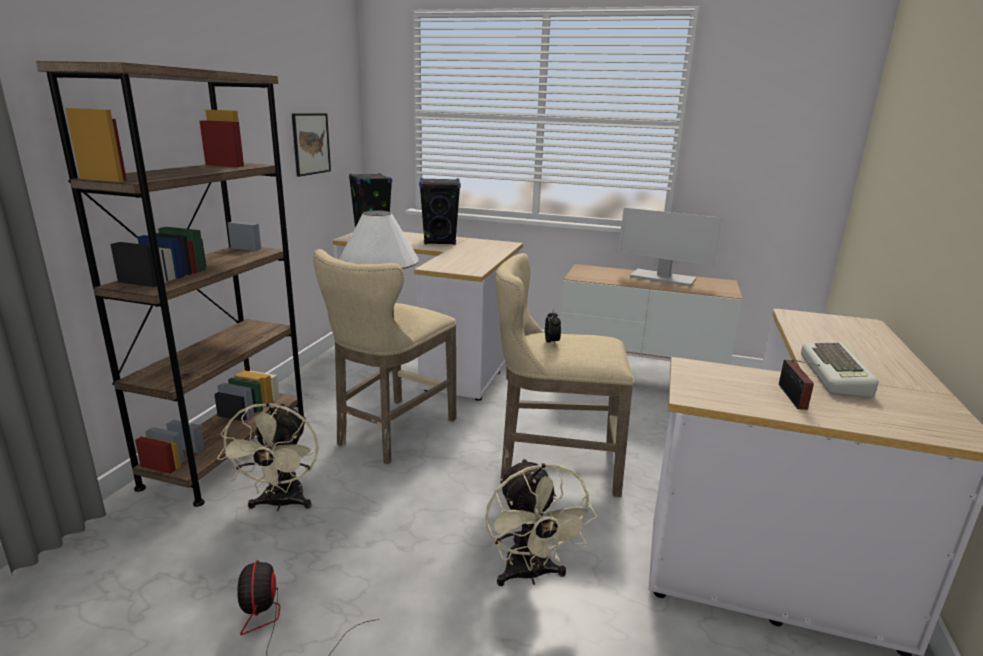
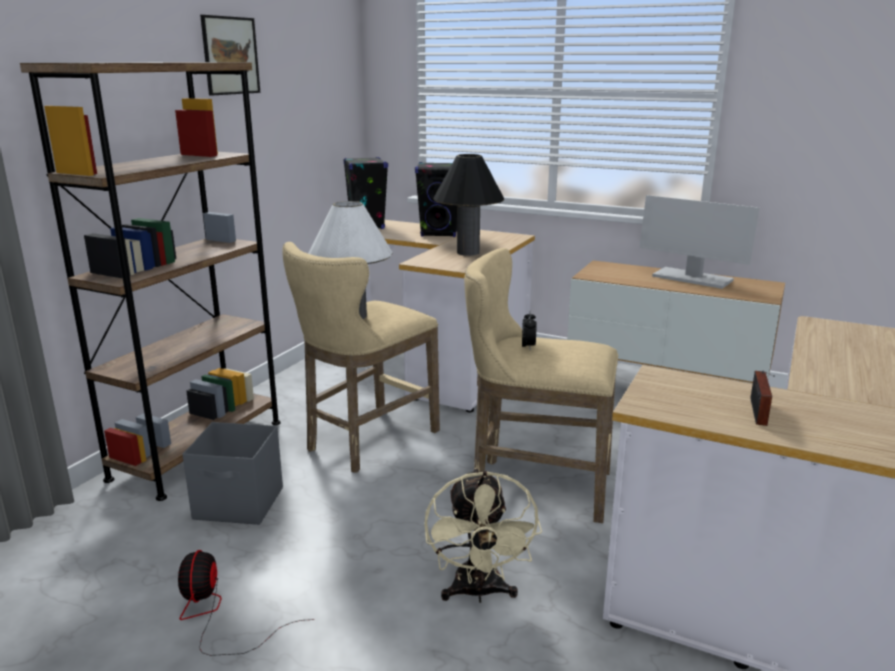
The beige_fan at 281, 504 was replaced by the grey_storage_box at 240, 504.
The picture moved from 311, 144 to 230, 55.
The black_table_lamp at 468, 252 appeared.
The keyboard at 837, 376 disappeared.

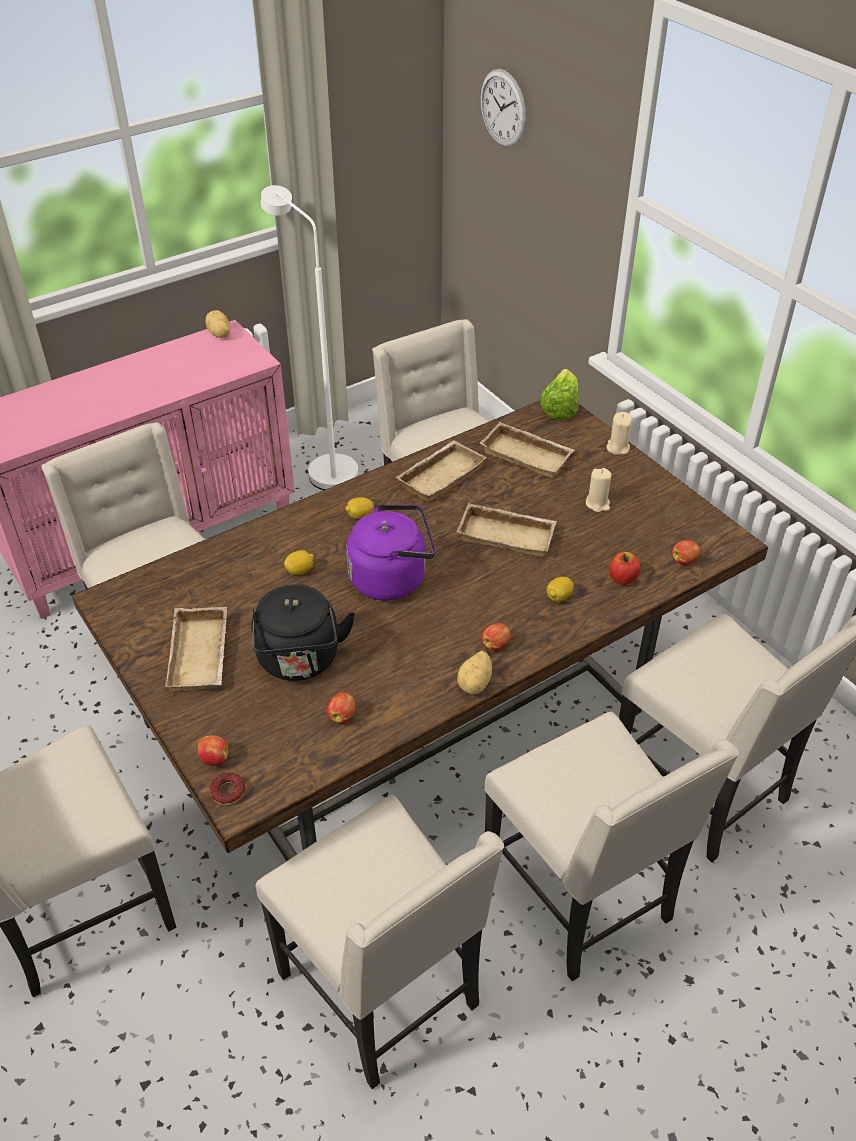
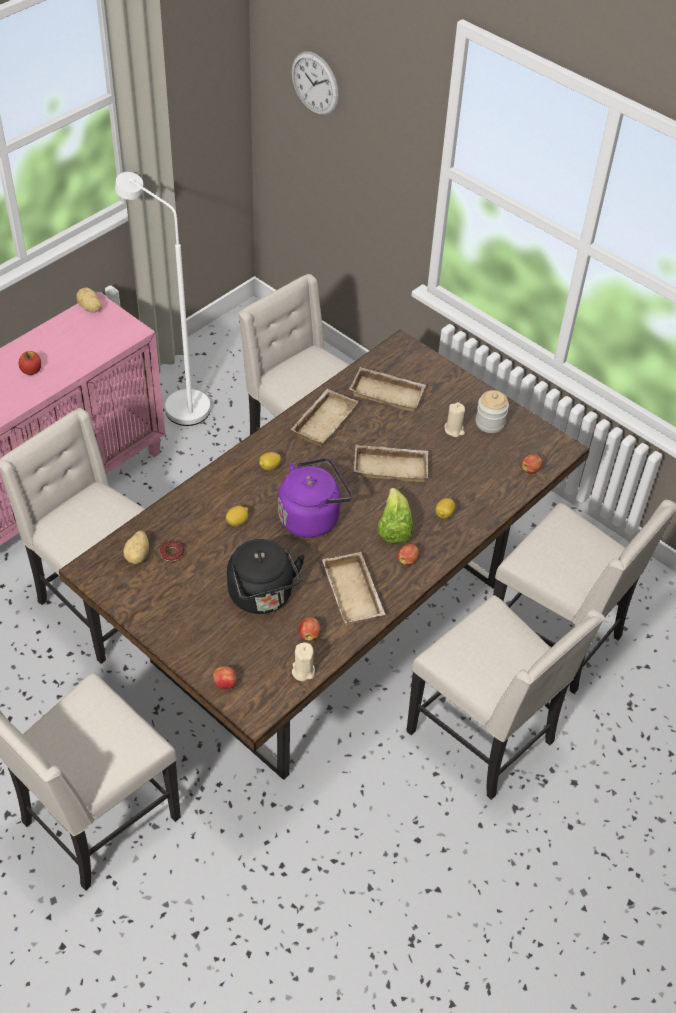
The apple moved from 623, 578 to 31, 370.
The potato moved from 476, 683 to 138, 555.
The donut moved from 228, 791 to 172, 553.
The beige_candle moved from 617, 447 to 303, 671.
The beige_tray moved from 202, 655 to 355, 593.
The lettuce moved from 560, 408 to 394, 528.
The jar at 490, 423 appeared.
The beige_chair at 384, 991 disappeared.

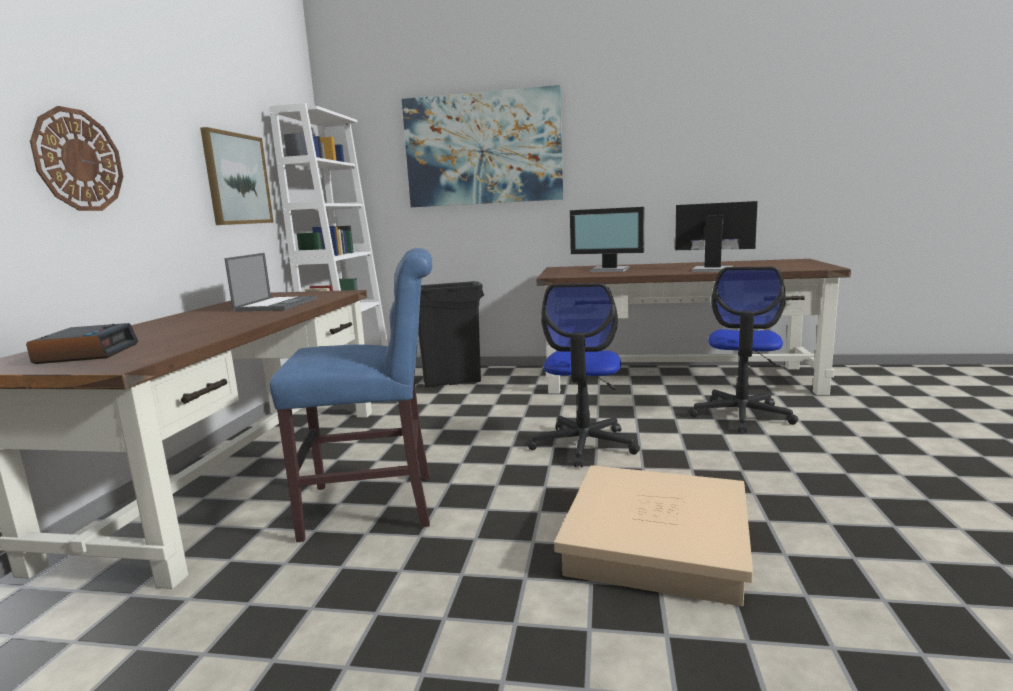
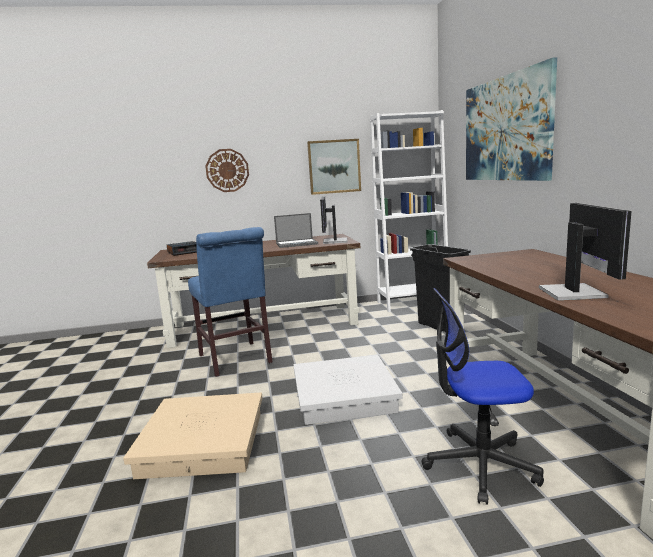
The office_chair at 583, 445 was replaced by the white_storage_box at 344, 396.
The monitor moved from 610, 270 to 333, 241.

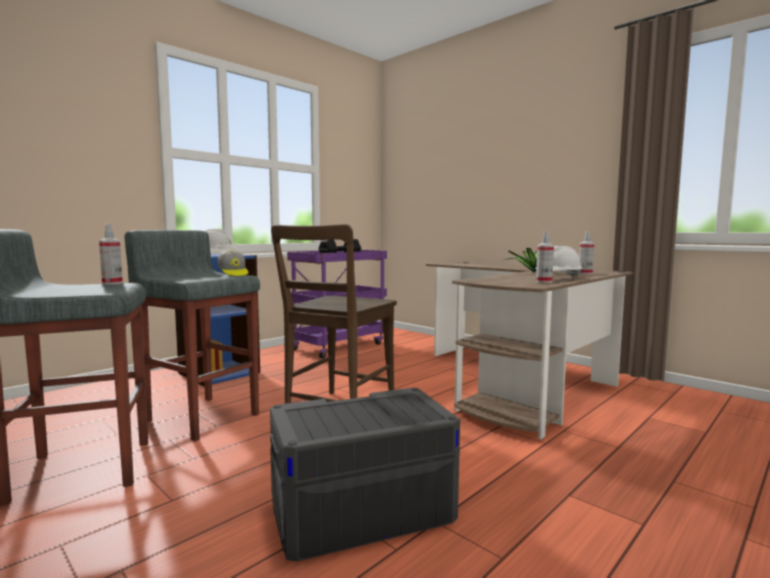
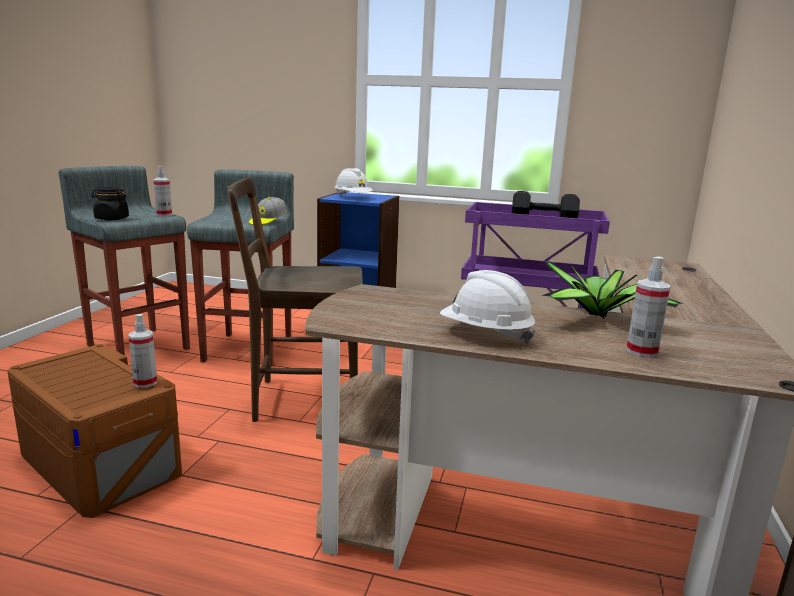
The grey_storage_box at 362, 510 became the brown_storage_box at 100, 463.
The black_jar at 111, 219 appeared.
The spray_bottle moved from 544, 282 to 145, 382.

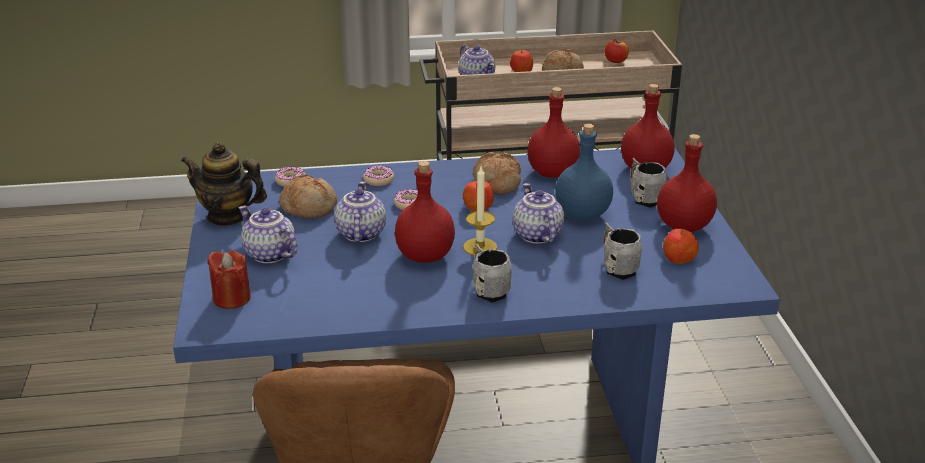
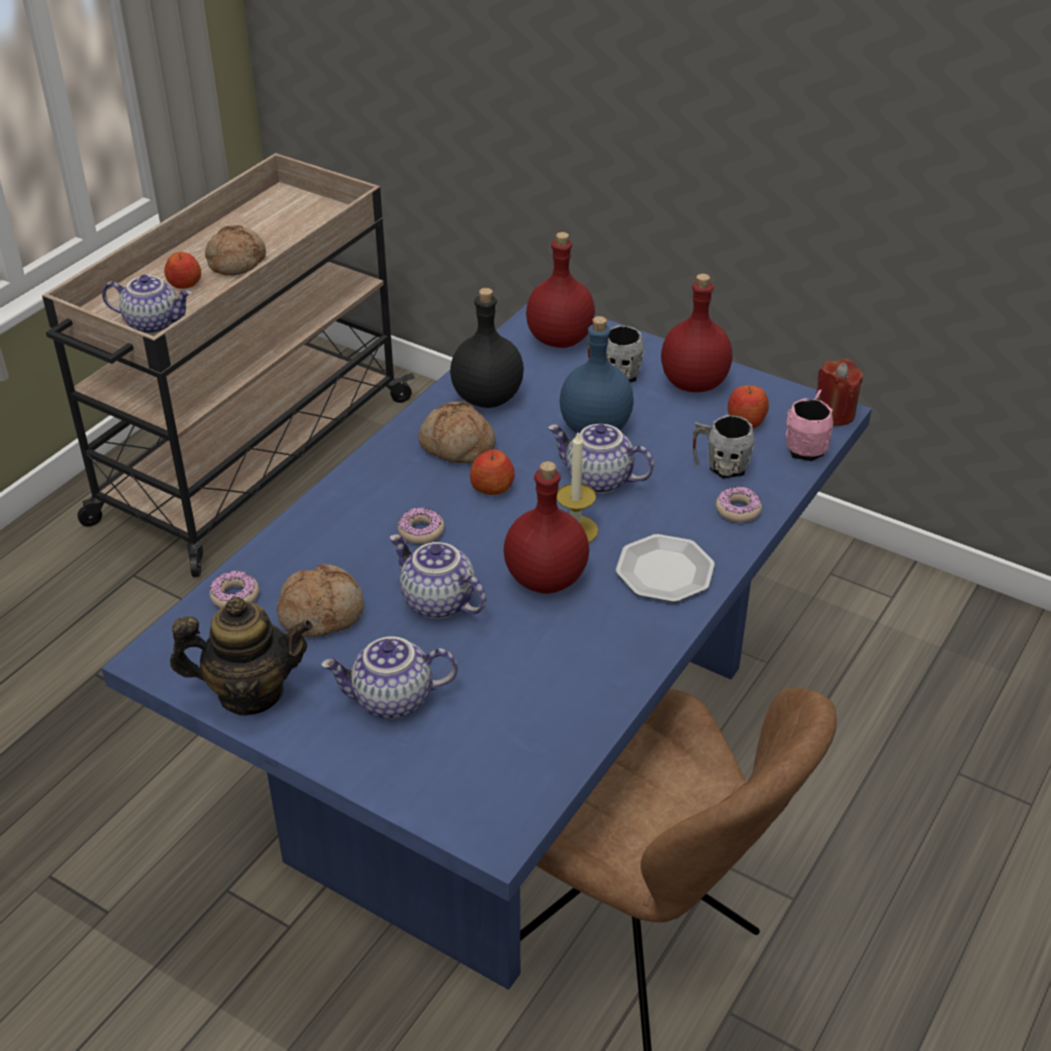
The teapot at 228, 216 turned 150 degrees counterclockwise.
The red_bottle at 552, 173 became the black_bottle at 488, 398.
The grey_mug at 488, 290 was replaced by the plate at 665, 571.
The donut moved from 378, 180 to 738, 510.
The pink_mug at 807, 446 appeared.
The red_candle moved from 231, 298 to 833, 413.
The apple at 616, 61 disappeared.

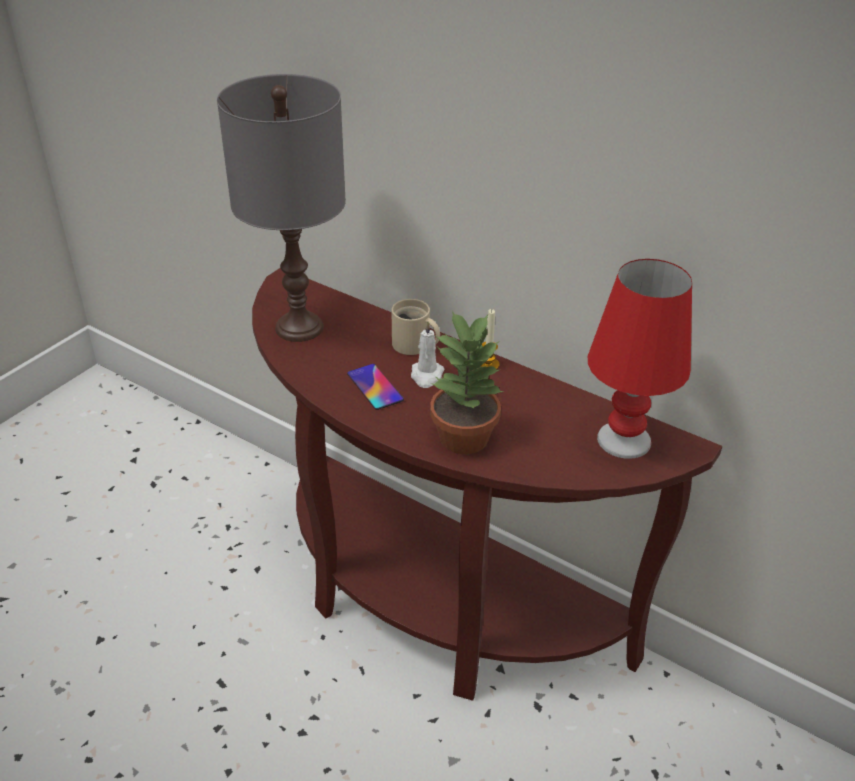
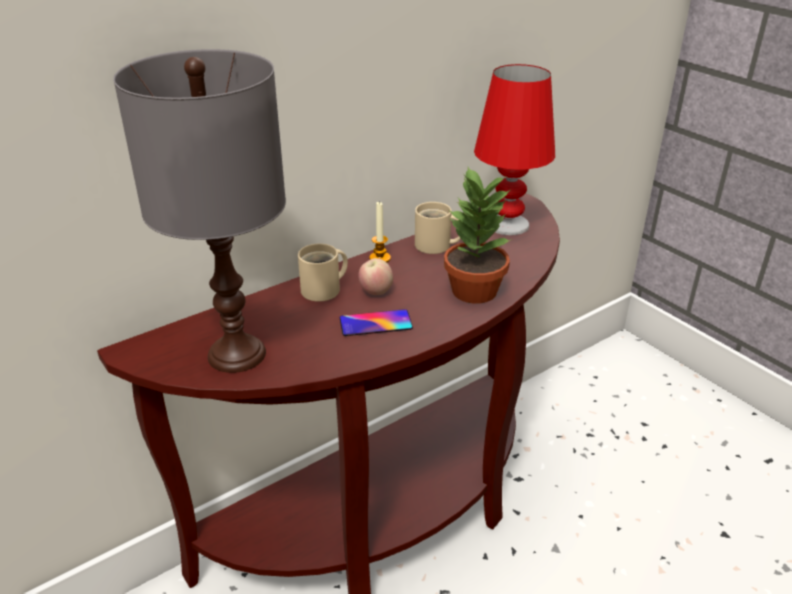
The white_candle at 426, 376 was replaced by the apple at 376, 292.
The beige_mug at 436, 246 appeared.

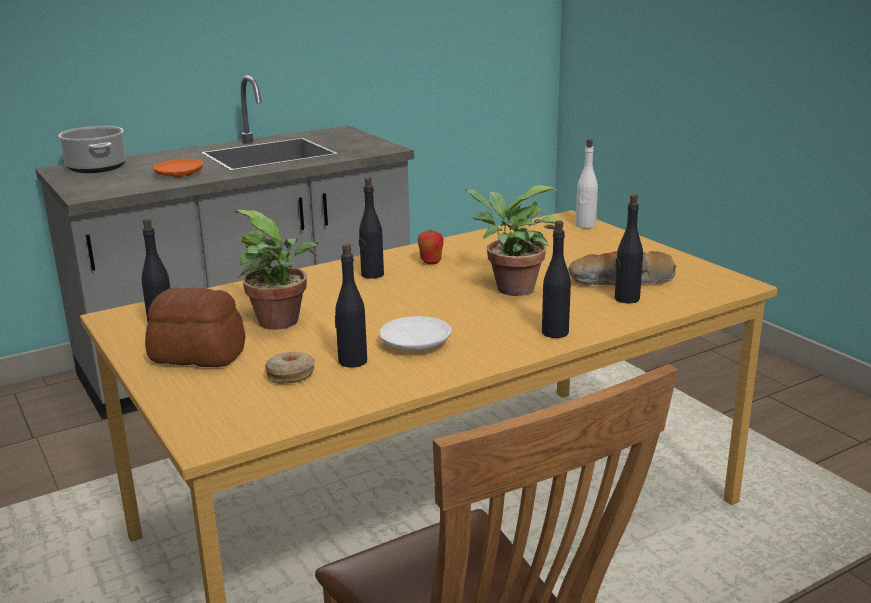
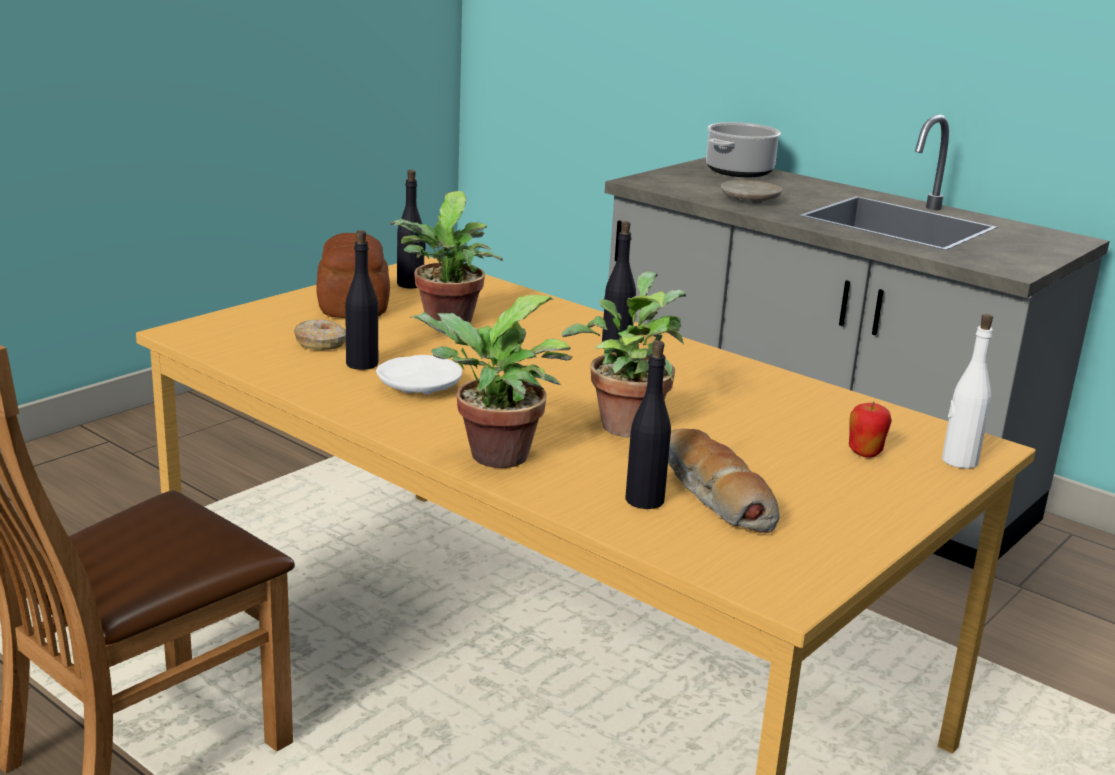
The black_bottle at 555, 332 was replaced by the potted_plant at 491, 457.
The orange_plate at 178, 175 became the beige_plate at 749, 200.
The apple moved from 431, 262 to 865, 453.

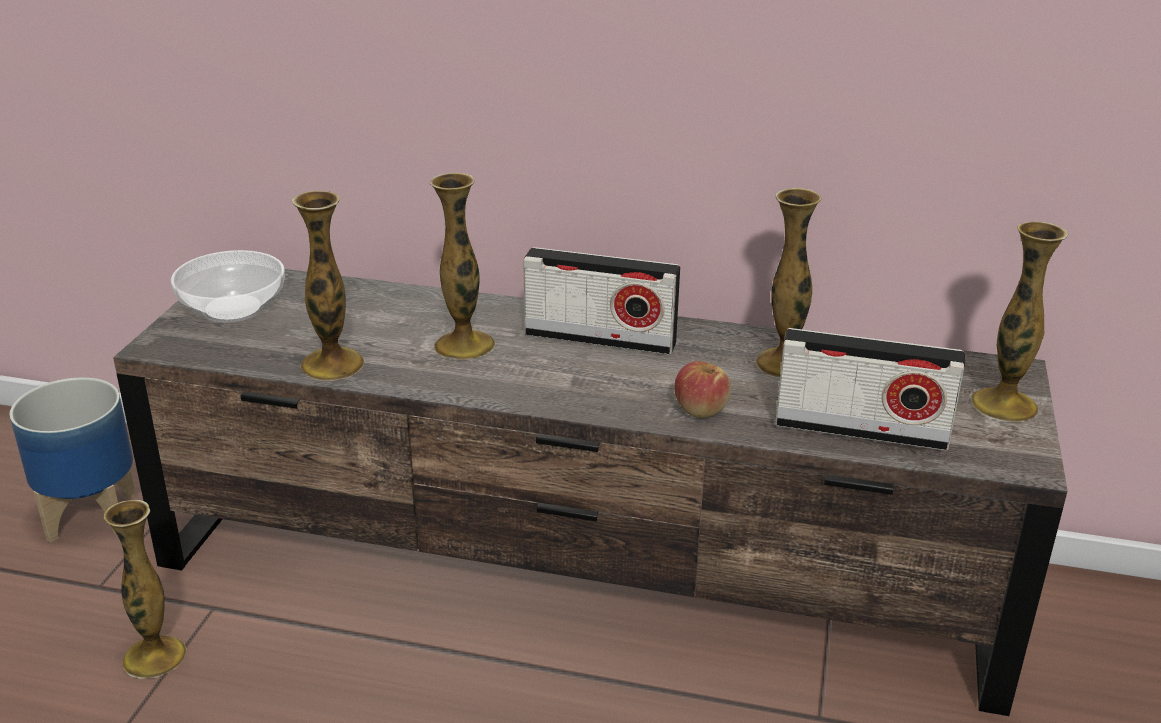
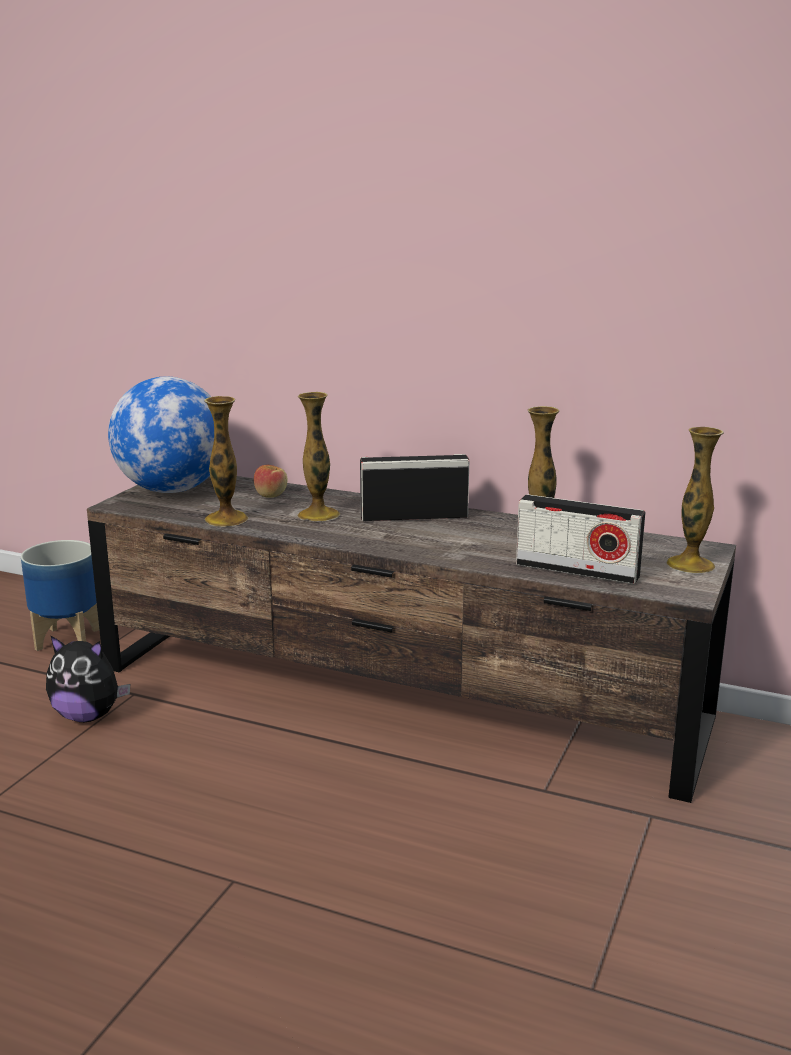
The vase at 154, 657 was replaced by the plush_toy at 88, 716.
The bowl at 234, 309 was replaced by the globe at 172, 490.
The apple moved from 700, 409 to 271, 494.
The radio at 600, 338 turned 150 degrees clockwise.

